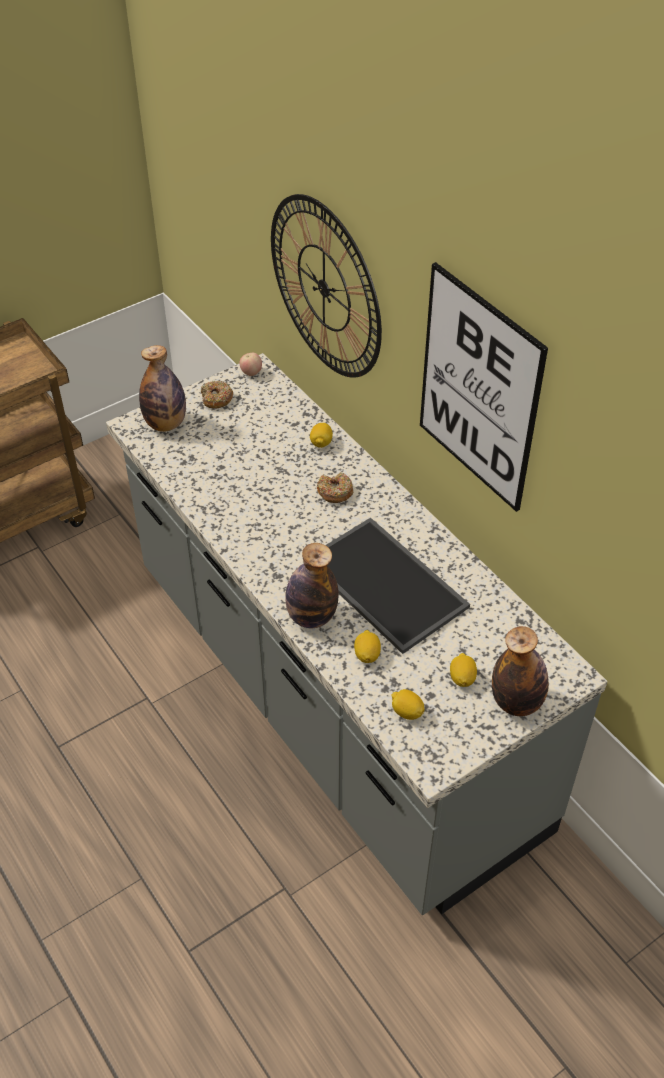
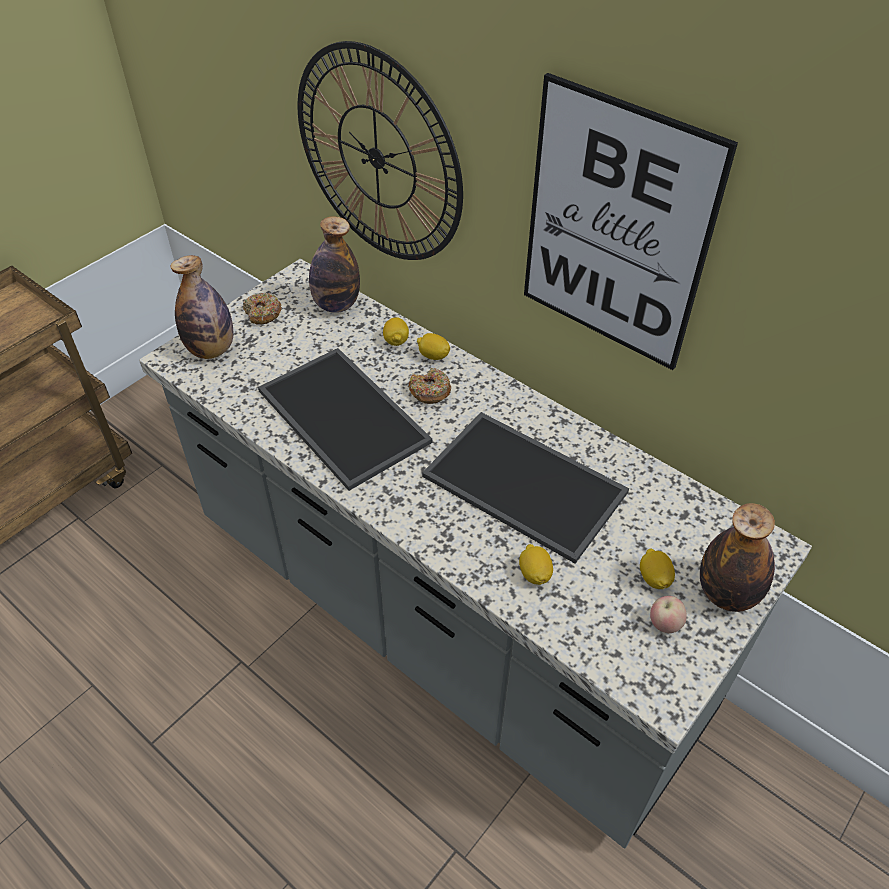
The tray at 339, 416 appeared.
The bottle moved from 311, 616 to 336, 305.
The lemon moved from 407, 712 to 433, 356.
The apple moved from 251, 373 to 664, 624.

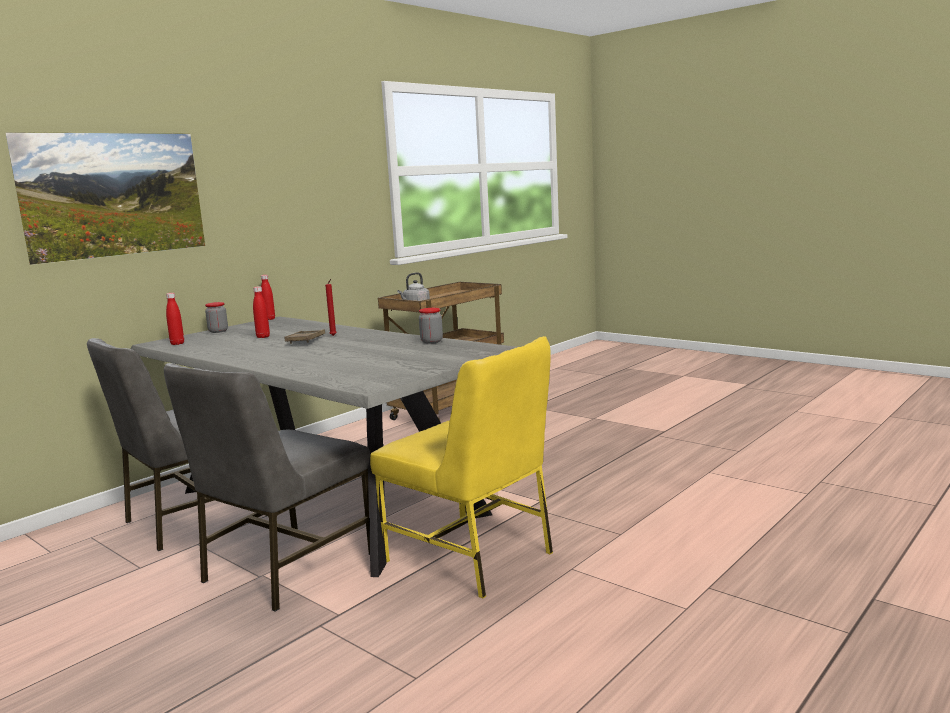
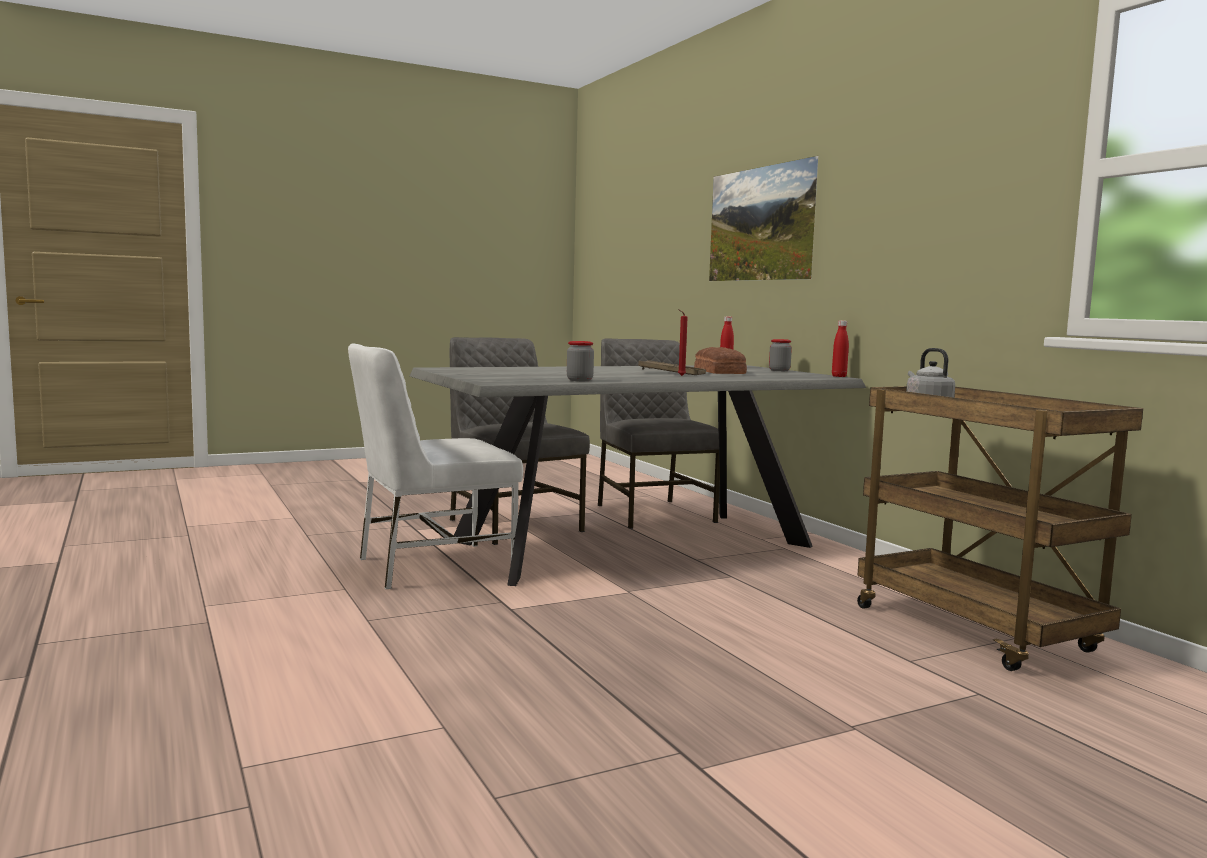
The yellow_chair at 471, 557 became the white_chair at 432, 566.
The red_bottle at 263, 337 was replaced by the bread at 718, 371.

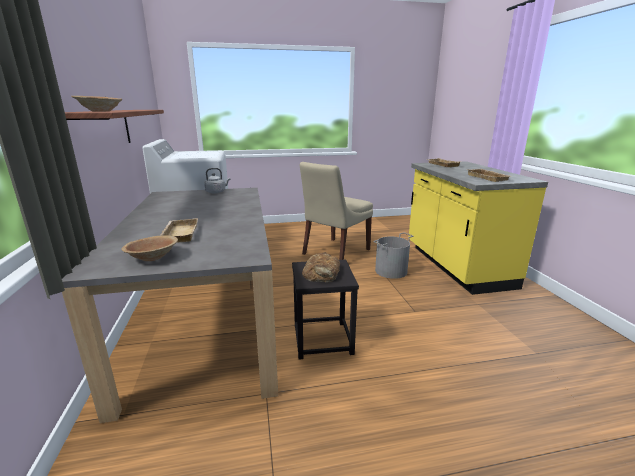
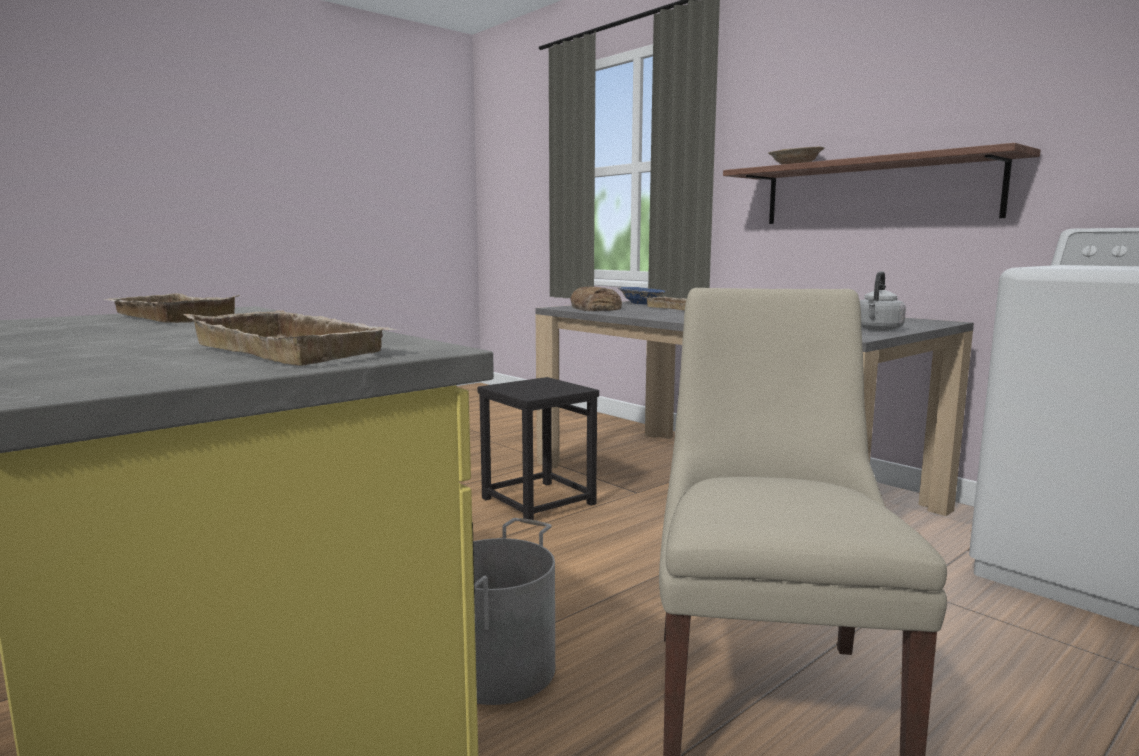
The bread moved from 322, 273 to 595, 308.
The brown_bowl at 152, 257 became the blue_bowl at 641, 303.

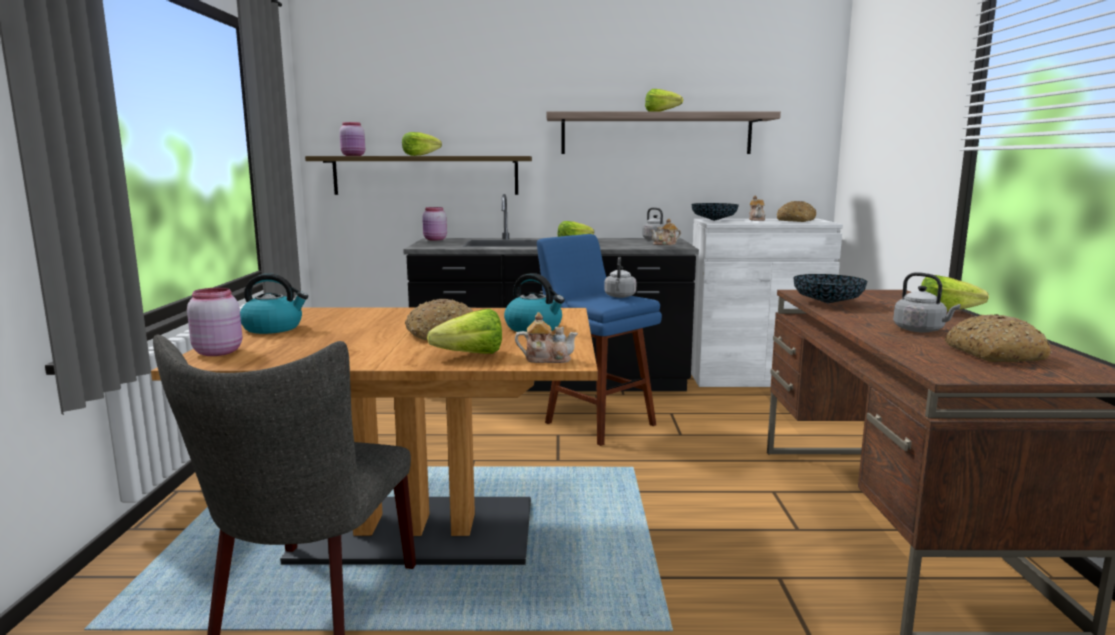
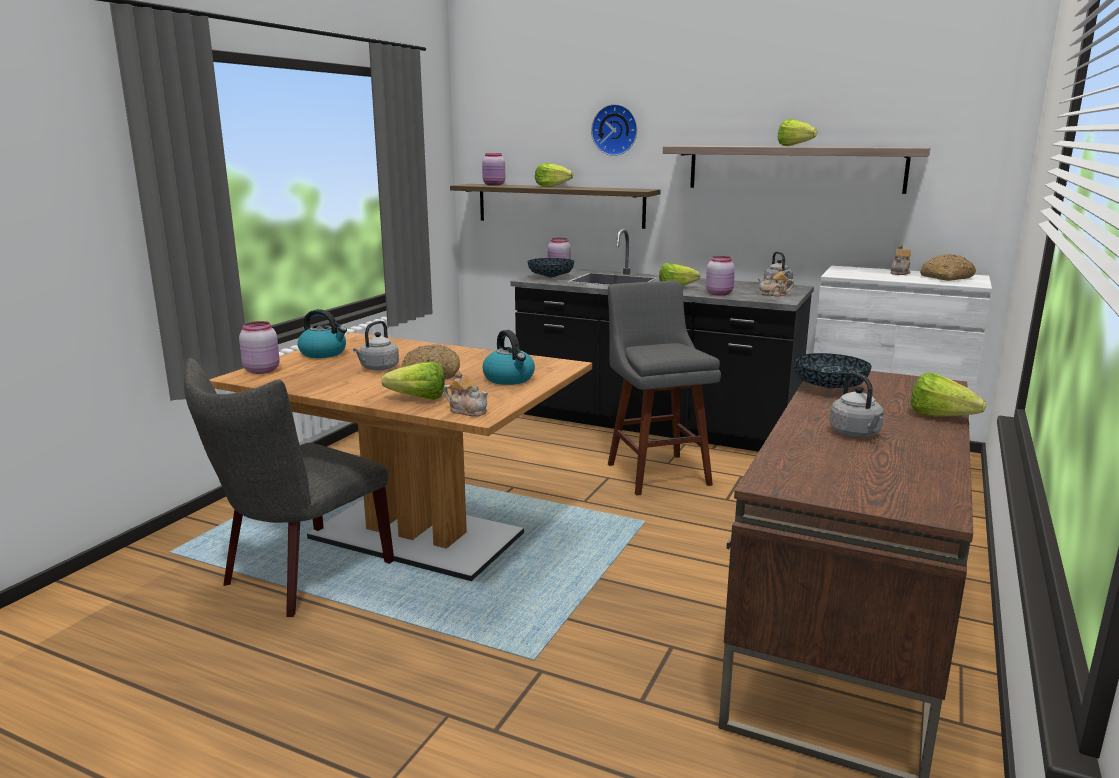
The grey_kettle moved from 620, 296 to 378, 368.
The bowl moved from 714, 220 to 551, 277.
The wall_clock at 615, 130 appeared.
The blue_stool at 596, 422 became the grey_stool at 656, 472.
The pink_jar at 719, 293 appeared.
The bread at 993, 354 disappeared.

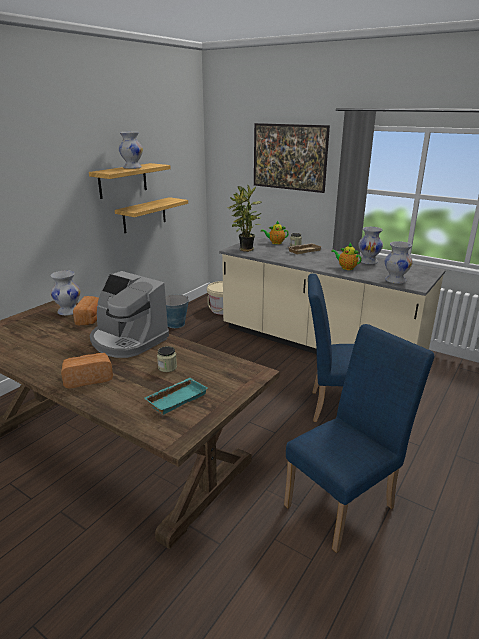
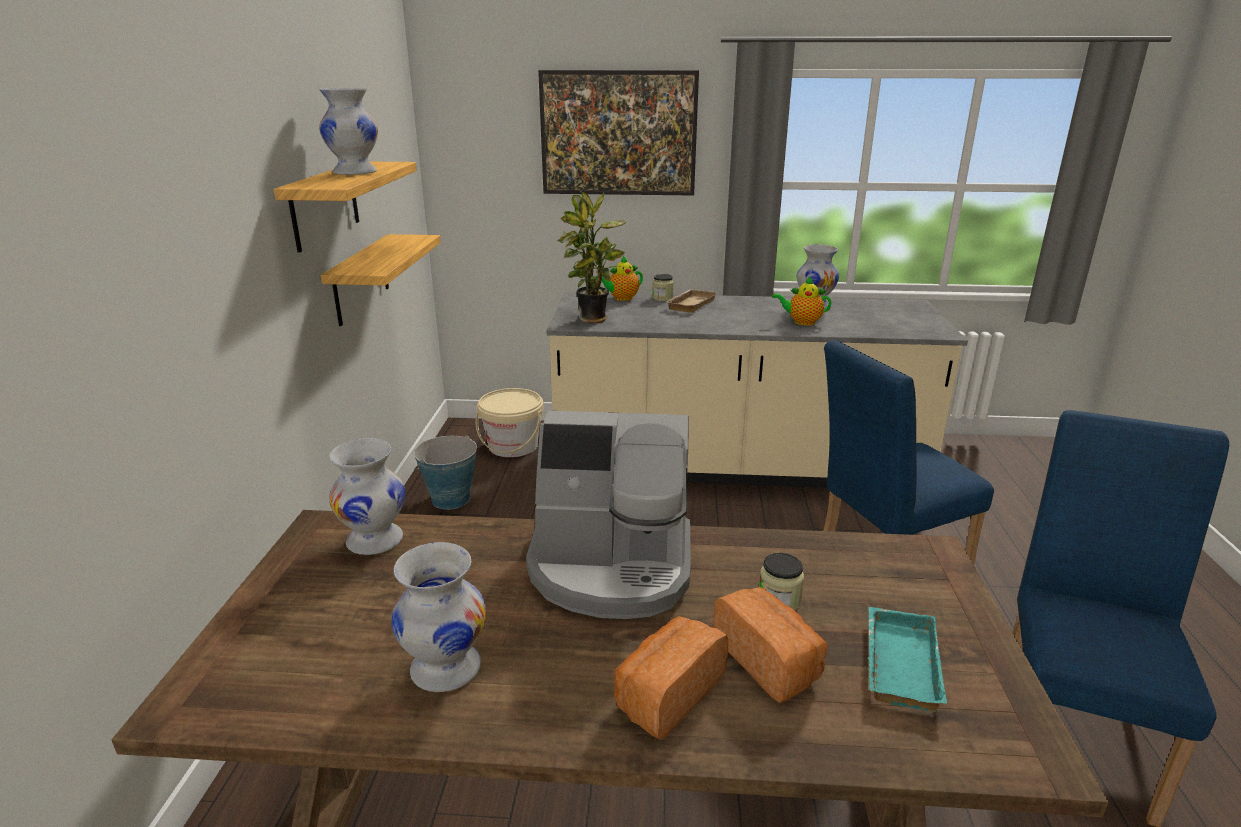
The white_vase moved from 395, 280 to 446, 669.
The bread moved from 91, 319 to 769, 661.

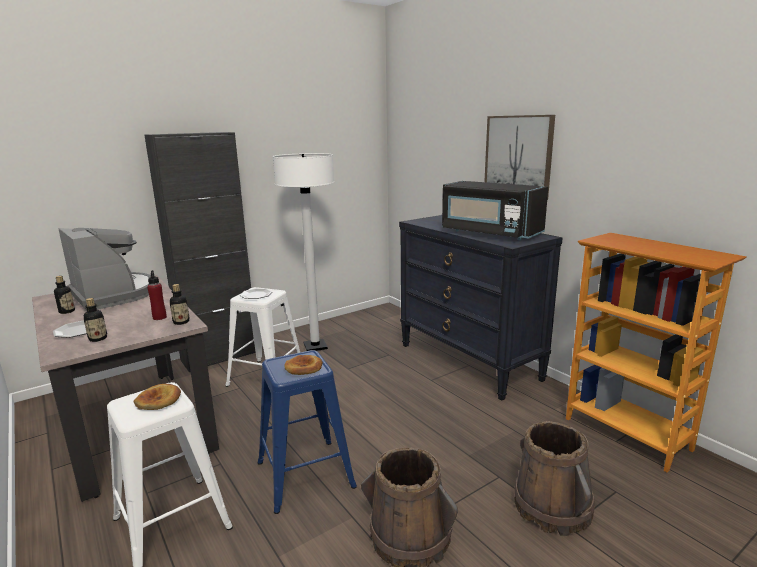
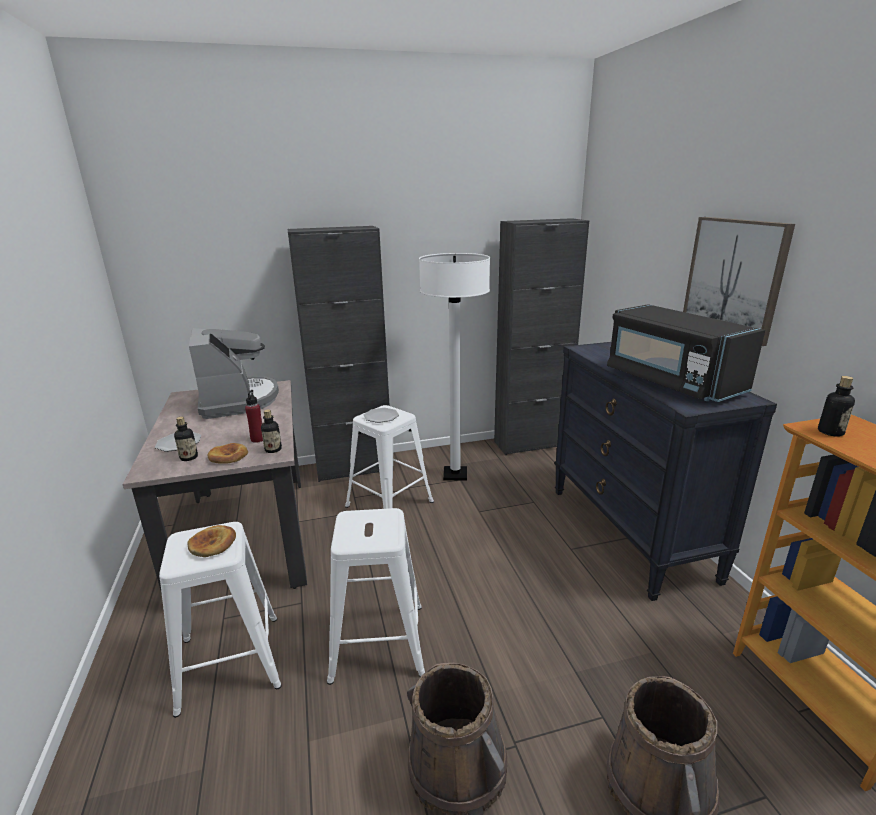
The bread moved from 304, 368 to 228, 456.
The blue_stool at 306, 474 became the white_stool at 379, 642.
The black_cabinet at 531, 443 appeared.
The bottle moved from 67, 311 to 830, 432.

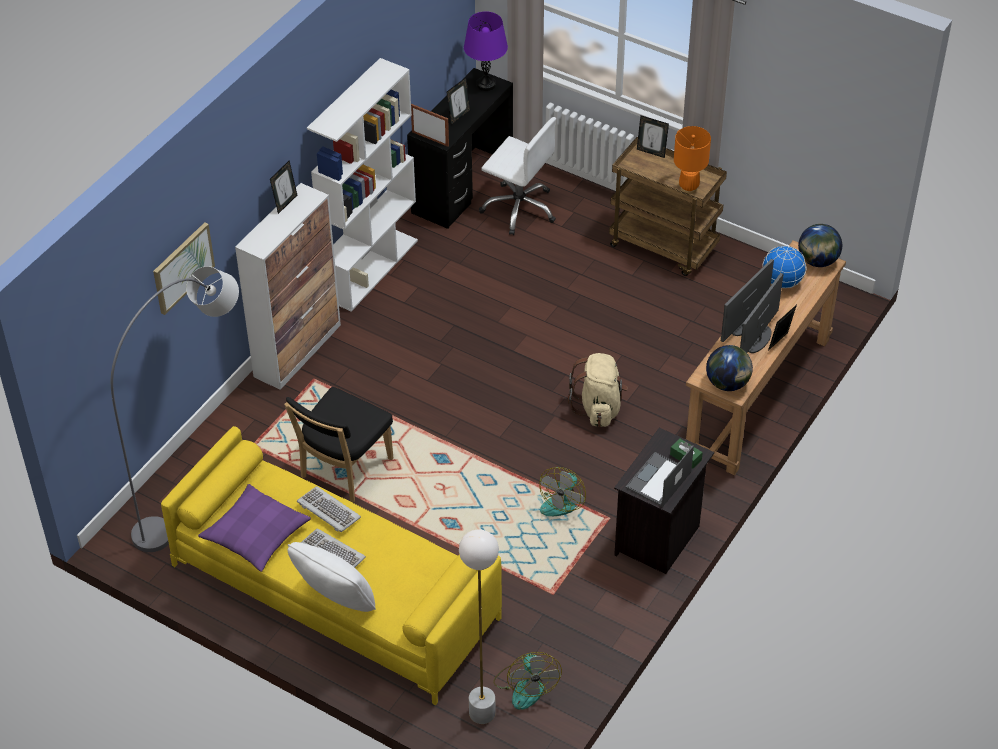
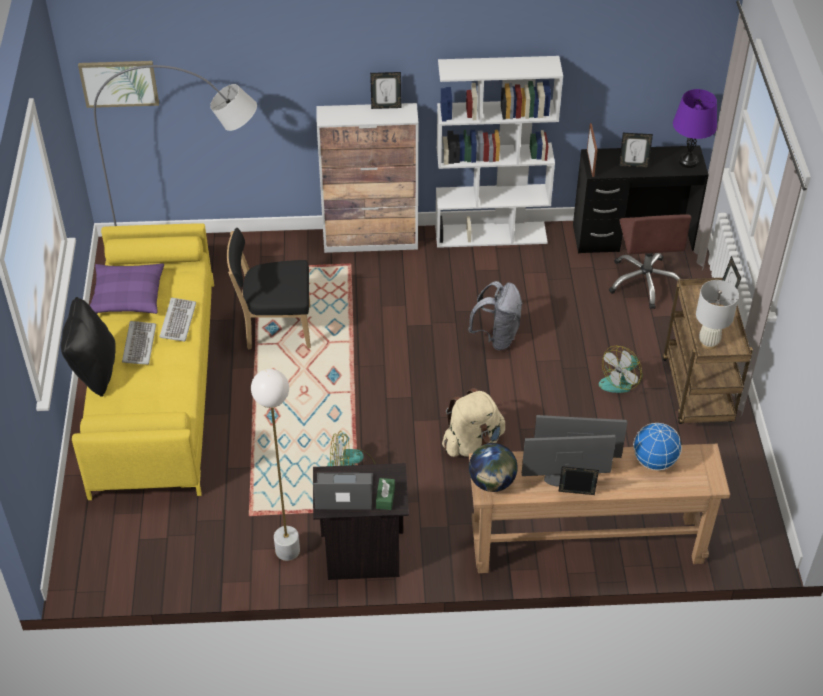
The white_pillow at 334, 601 became the black_pillow at 94, 371.
The picture moved from 182, 267 to 119, 83.
The white_floor_lamp moved from 482, 713 to 287, 550.
The grey_backpack at 497, 337 appeared.
The fan moved from 525, 685 to 621, 380.
The white_office_chair at 519, 208 became the brown_office_chair at 645, 282.
The orange_table_lamp at 688, 188 became the white_table_lamp at 708, 342.
The globe at 817, 261 disappeared.

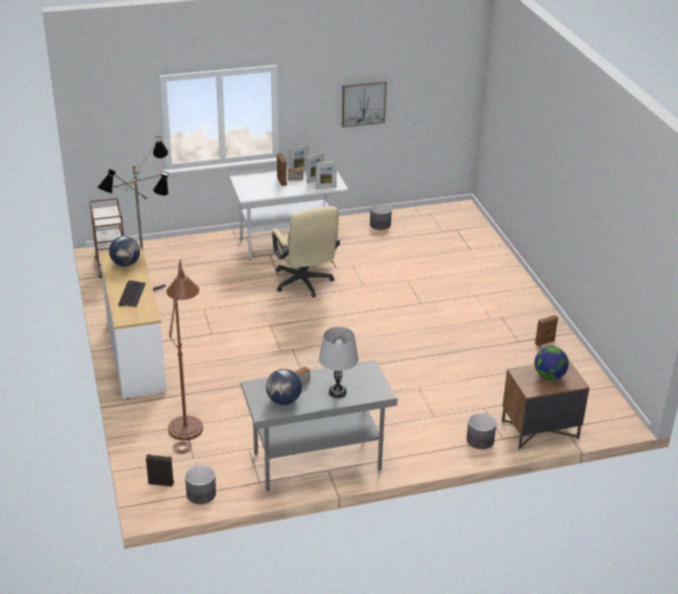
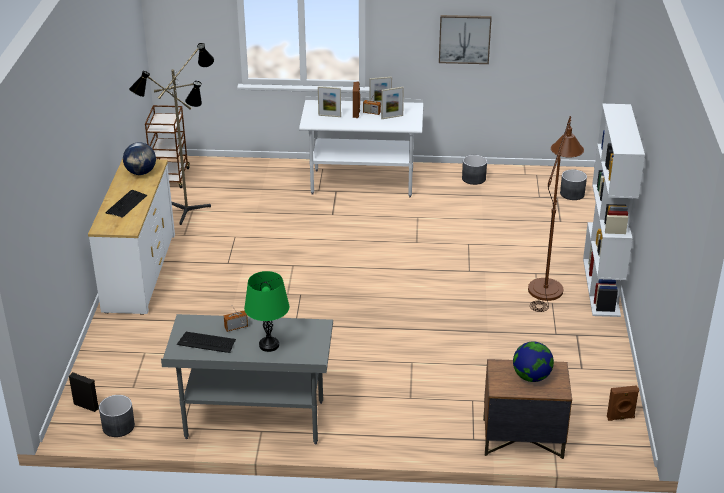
The globe at 283, 401 was replaced by the keyboard at 207, 343.
The grey_table_lamp at 337, 392 became the green_table_lamp at 269, 345.
The picture_frame moved from 326, 188 to 329, 116.
The brown_floor_lamp moved from 187, 422 to 548, 284.
The grey_planter moved from 480, 440 to 572, 194.
The white_bookcase at 601, 287 appeared.
The brown_speaker moved from 545, 343 to 620, 418.
The beige_office_chair at 304, 284 disappeared.

